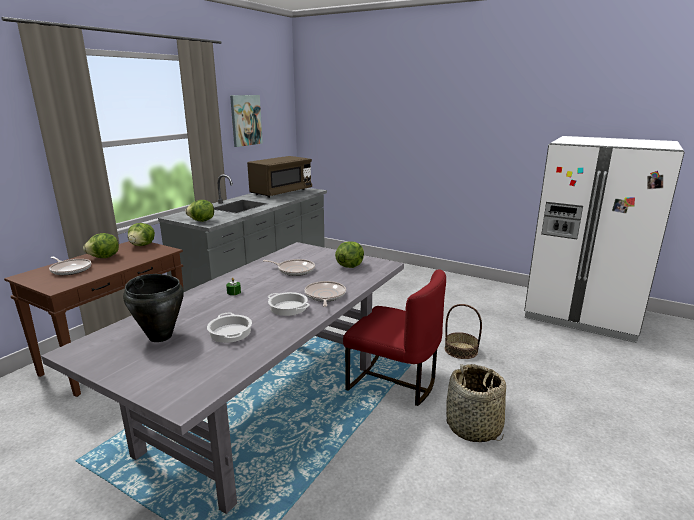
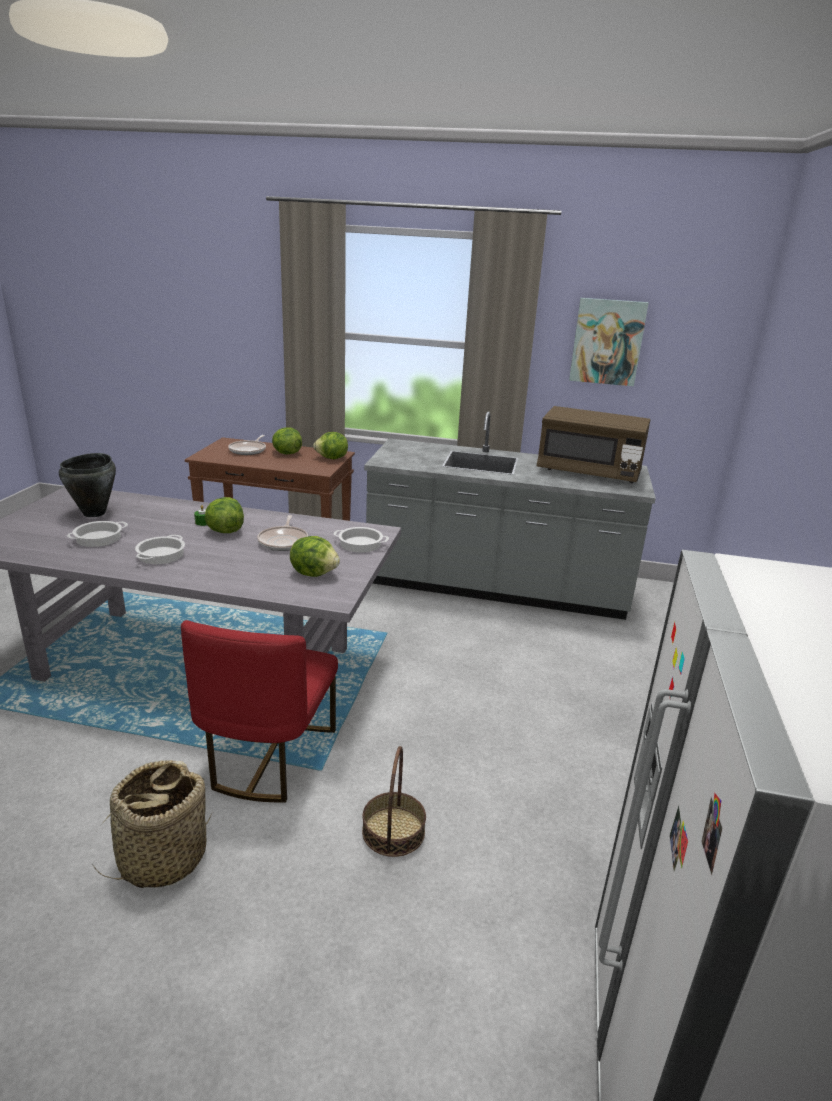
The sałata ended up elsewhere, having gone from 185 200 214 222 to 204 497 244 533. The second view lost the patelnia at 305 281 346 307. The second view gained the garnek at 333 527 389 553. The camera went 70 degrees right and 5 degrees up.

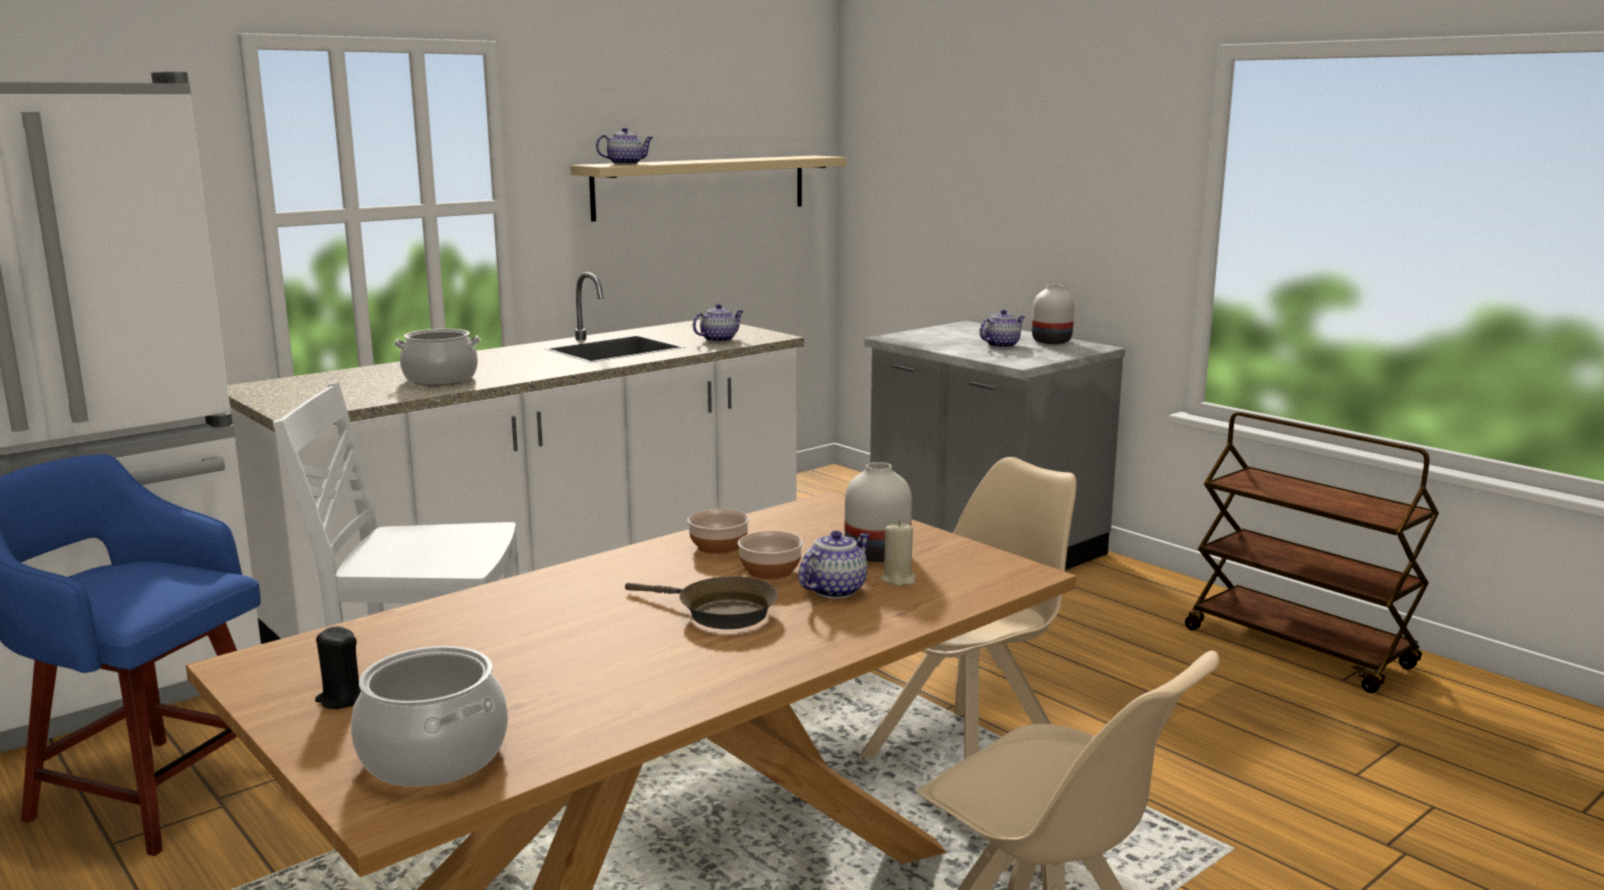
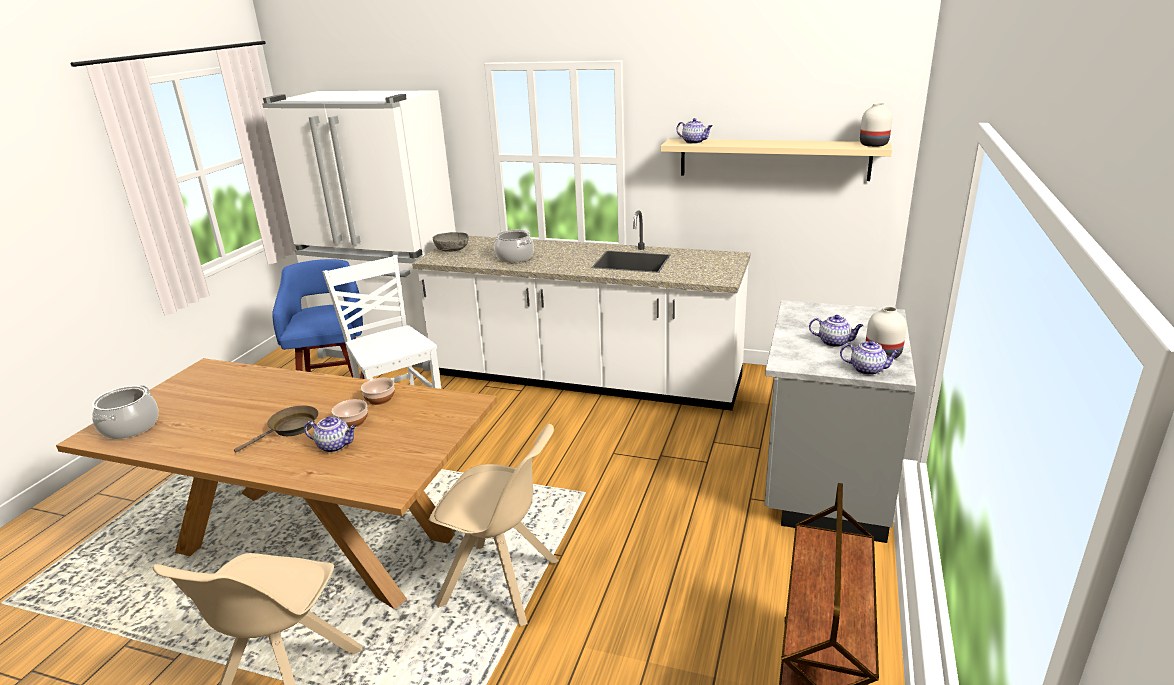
The second view lost the świeca (czarny) at 315 626 361 709. The patelnia (brązowy) at 625 576 778 629 ended up facing another way, 135 degrees counterclockwise from before. The imbryk ended up elsewhere, having gone from 693 304 743 342 to 840 340 900 375. The wazon (biały) ended up elsewhere, having gone from 845 462 912 562 to 860 103 892 147. The second view lost the świeca (beżowy) at 881 521 916 586. The second view gained the miska (szary) at 433 232 469 252. The camera went 60 degrees right and 10 degrees up.

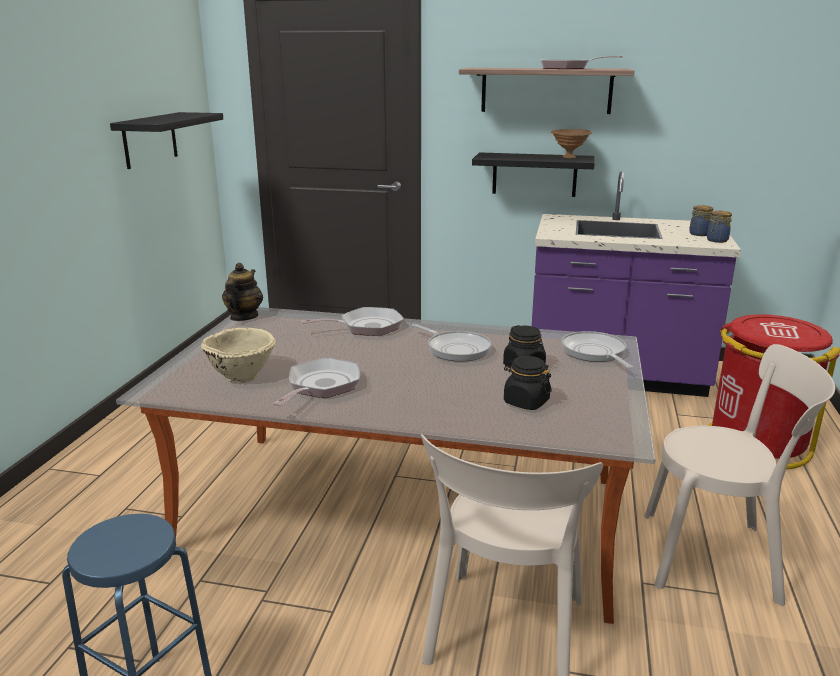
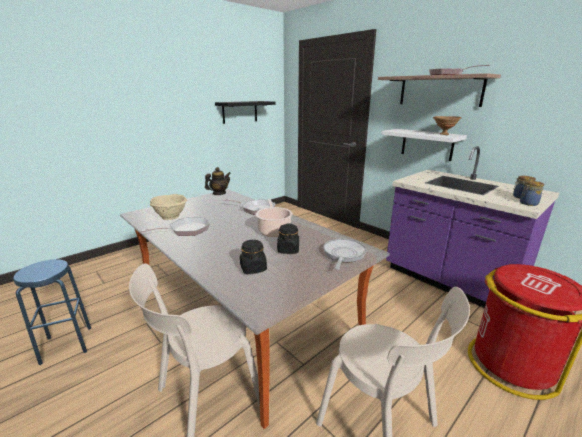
Where the patelnia stood at 412 324 492 362, the garnek came to stand at 256 199 293 237. What was the półka (czarny) at 472 152 595 197 turned into the półka (biały) at 381 129 467 161. The camera went 35 degrees right and 0 degrees up.

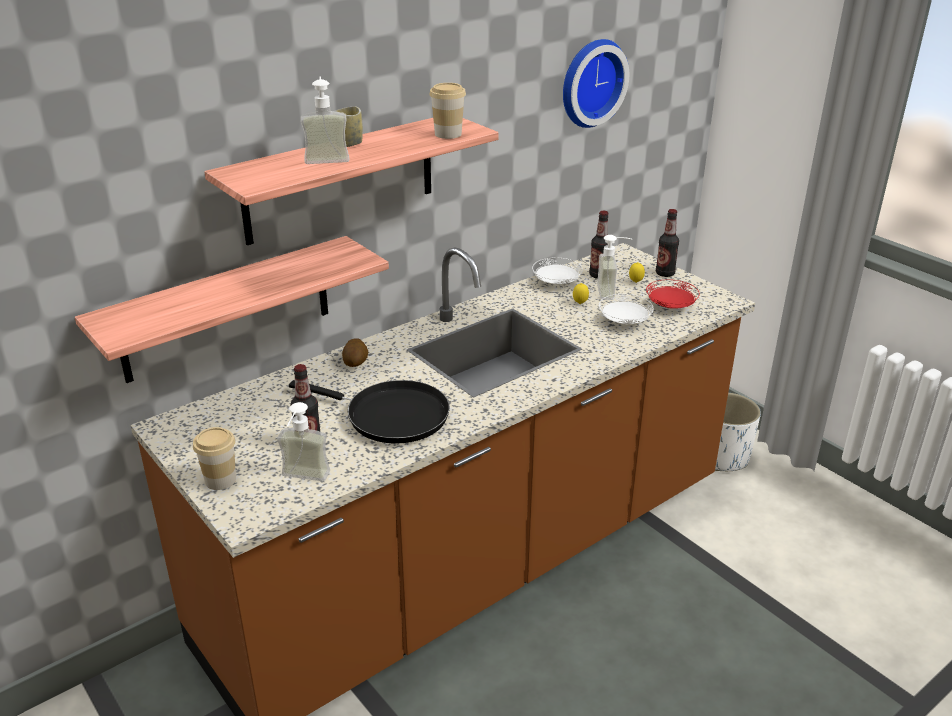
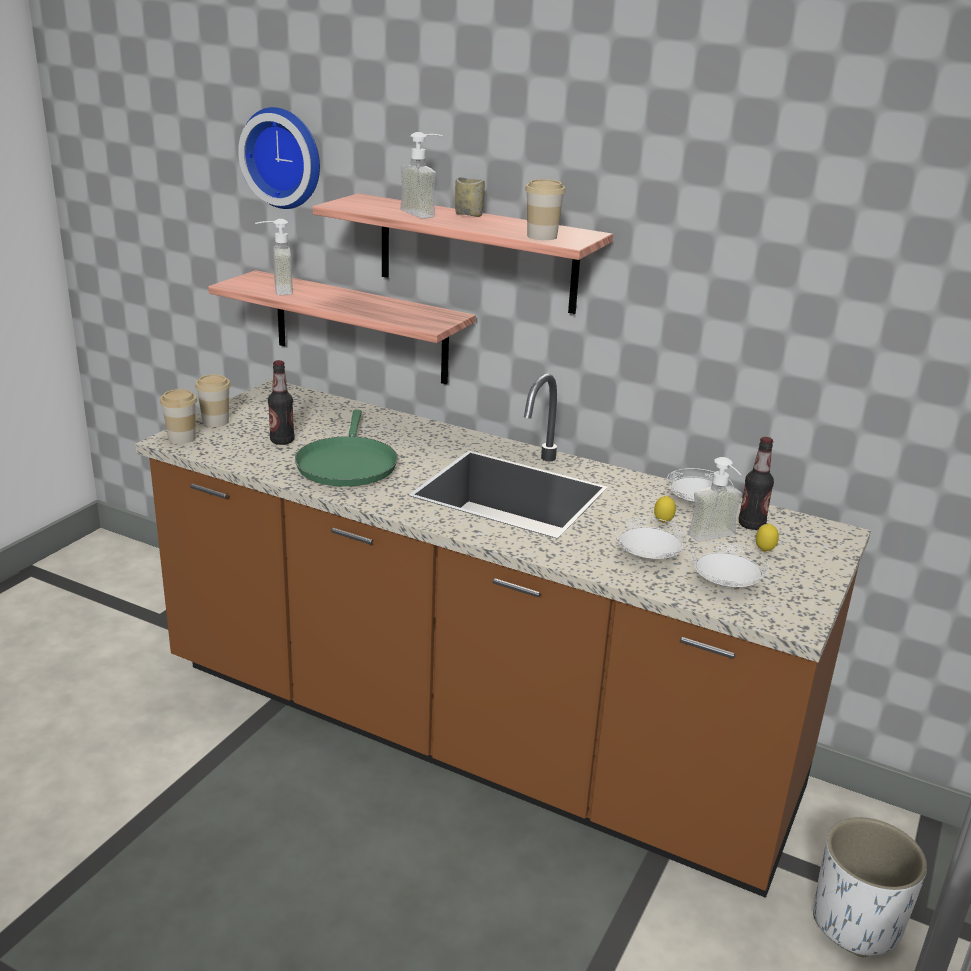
The dozownik mydła ended up elsewhere, having gone from 277 402 330 481 to 255 219 293 295. What was the patelnia (czarny) at 289 380 450 444 turned into the patelnia (zielony) at 295 410 398 487. The second view lost the ziemniak at 342 338 368 367. The zegar ścienny ended up elsewhere, having gone from 563 39 629 128 to 238 107 320 209. What was the talerz (czerwony) at 646 279 700 309 turned into the talerz (biały) at 691 542 769 587. The second view lost the butelka at 656 209 679 277. The second view gained the filiżanka at 160 389 197 444. The camera went 65 degrees right and 5 degrees down.

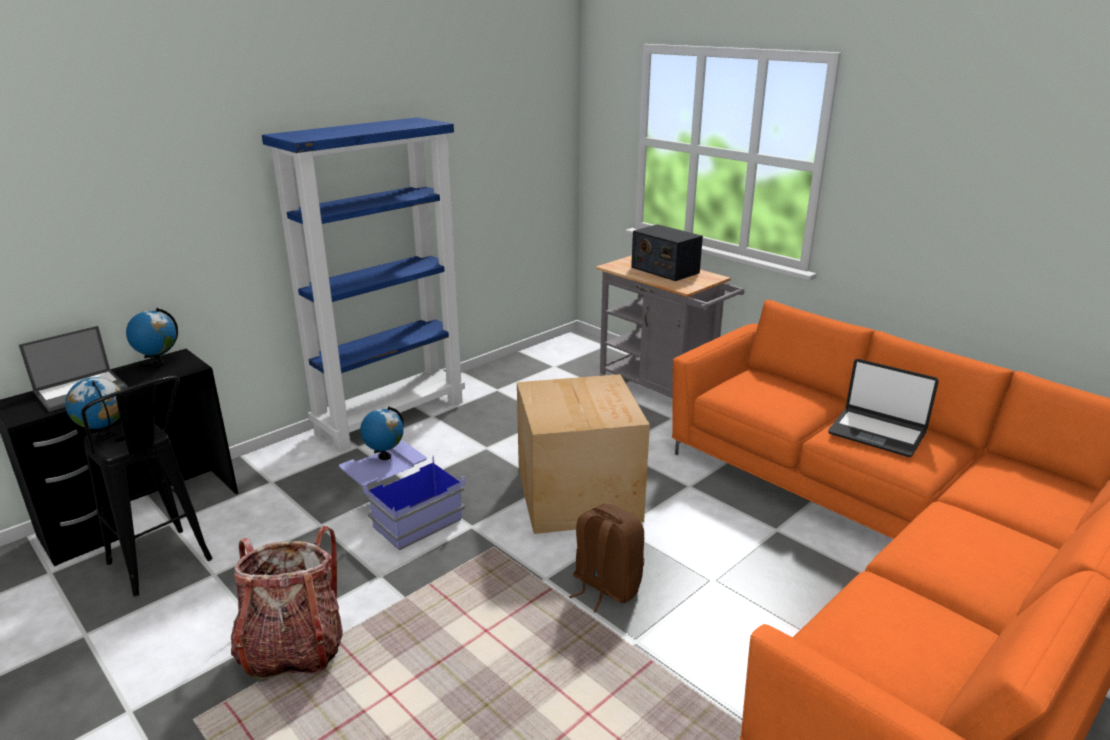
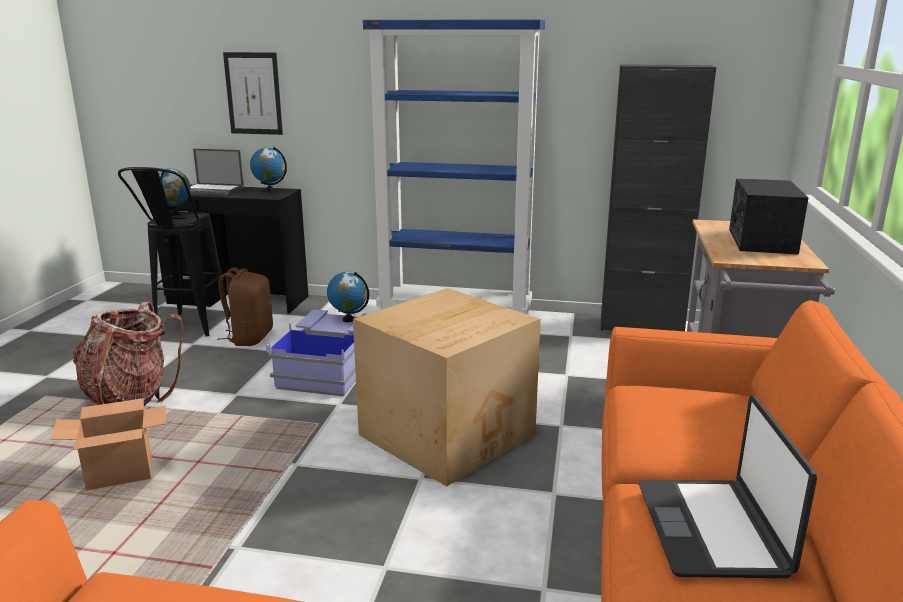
The plecak (brązowy) ended up elsewhere, having gone from 569 504 644 613 to 217 268 273 346. The second view gained the karton at 51 398 166 491. The second view gained the obraz at 223 52 283 135. The second view gained the szafka (czarny) at 601 64 716 331. The camera went 55 degrees right and 5 degrees down.

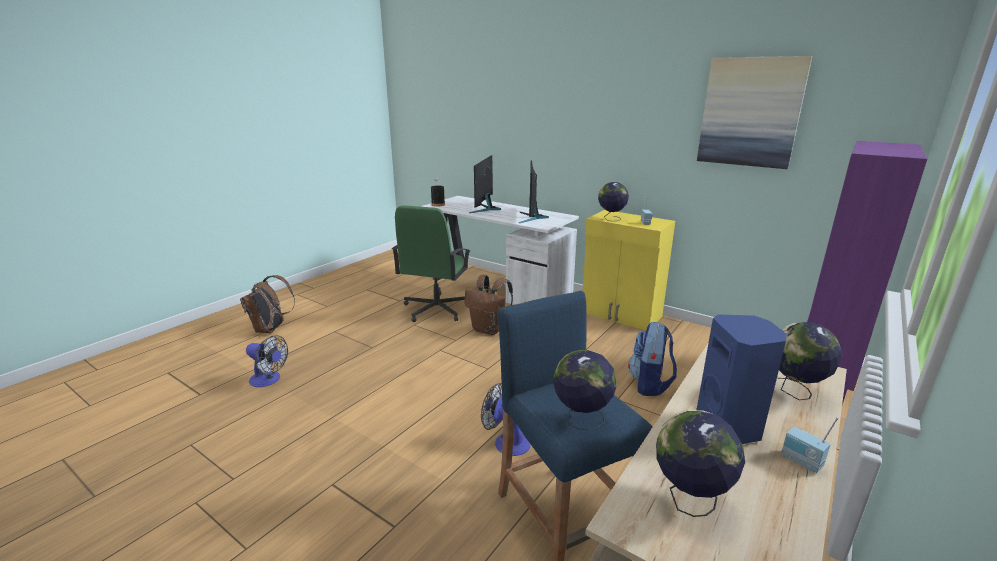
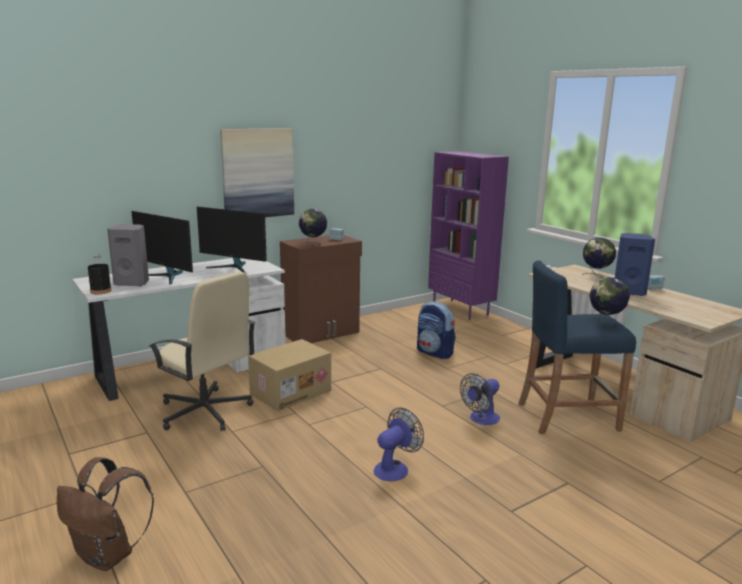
The wentylator ended up elsewhere, having gone from 246 335 288 387 to 373 407 424 481. What was the krzesło biurowe (zielony) at 392 206 470 322 turned into the krzesło biurowe (beżowy) at 149 272 255 431. Where the plecak (brązowy) stood at 465 274 513 335, the karton came to stand at 248 339 331 411. What was the szafka (żółty) at 583 210 675 330 turned into the szafka (brązowy) at 280 235 362 343. The second view lost the globus at 656 410 745 517. The obraz ended up elsewhere, having gone from 697 56 812 169 to 220 128 294 217. The second view gained the głośnik (szary) at 107 224 149 286. The camera went 70 degrees left and 5 degrees down.

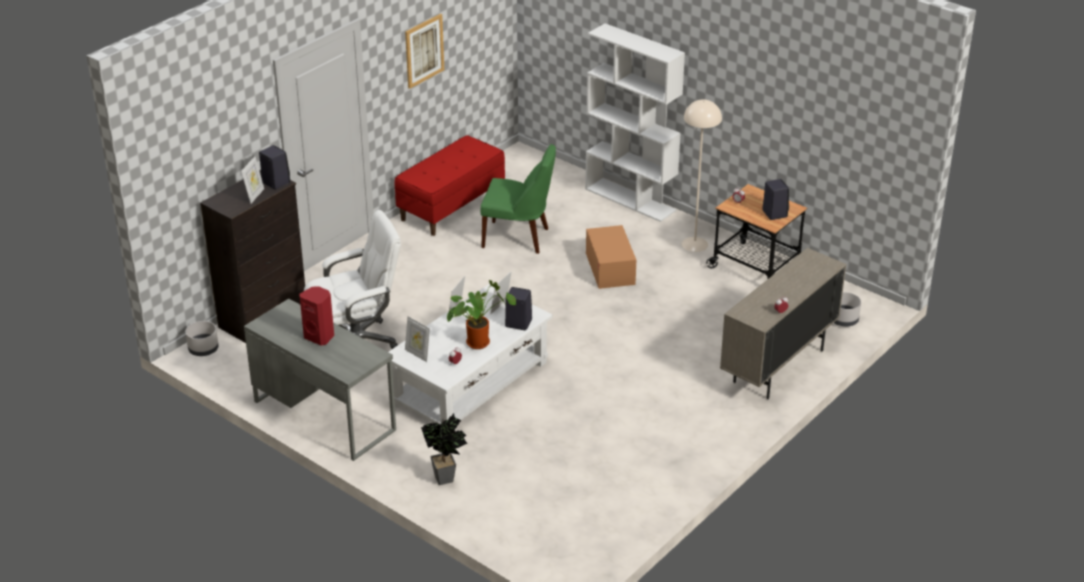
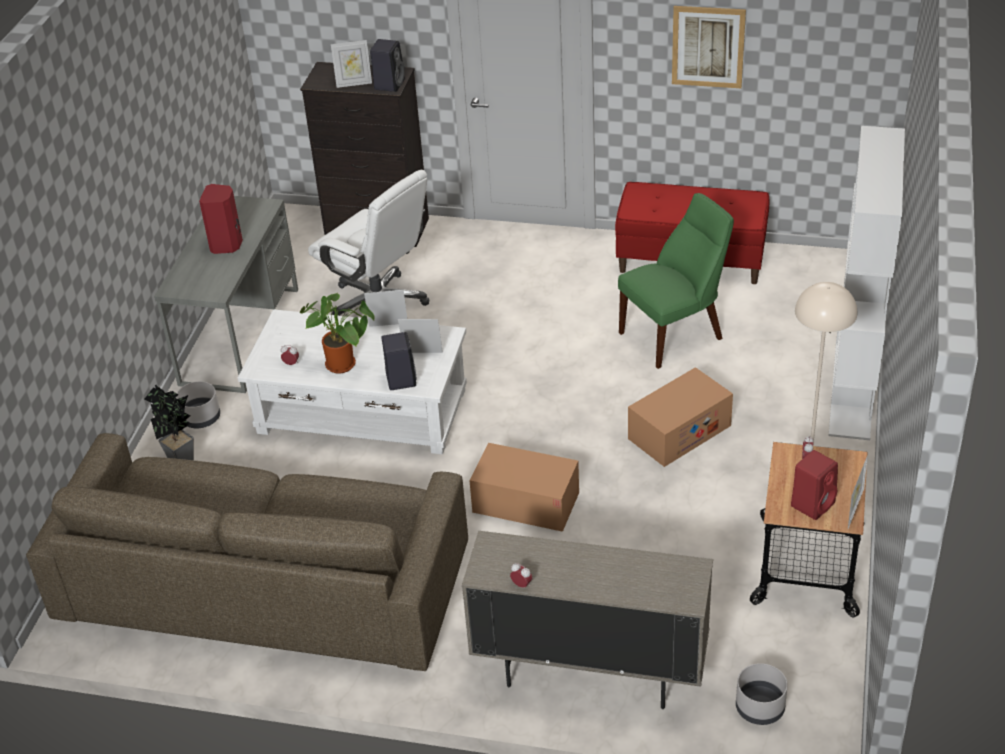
The donica (szary) ended up elsewhere, having gone from 185 321 219 356 to 176 381 220 428. The ramka na zdjęcie ended up elsewhere, having gone from 405 316 430 362 to 848 456 868 529. The krzesło (zielony) at 481 144 556 254 ended up facing another way, 105 degrees counterclockwise from before. What was the głośnik (czarny) at 762 179 789 220 turned into the głośnik (czerwony) at 791 450 838 520. The second view gained the kanapa (brązowy) at 26 433 468 671. The second view gained the karton at 469 443 579 532. The camera went 65 degrees right and 5 degrees up.

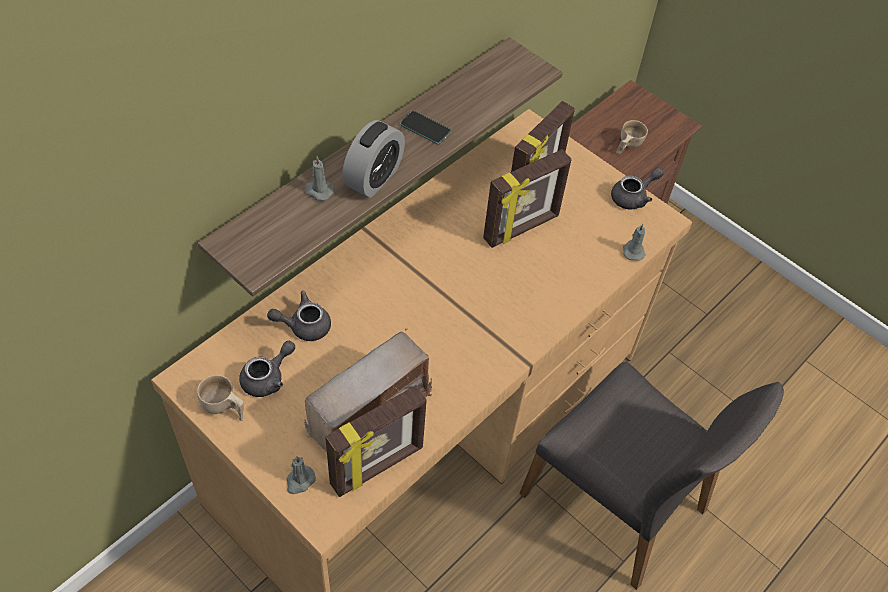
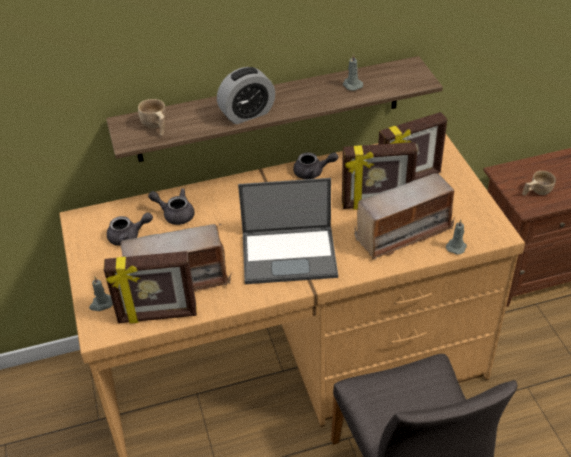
The filiżanka (beżowy) ended up elsewhere, having gone from 197 375 244 421 to 138 99 165 136. The świeca (szary) ended up elsewhere, having gone from 305 156 334 201 to 343 53 363 91. The second view lost the telefon at 400 111 451 144. The imbryk (szary) ended up elsewhere, having gone from 611 167 664 209 to 293 152 338 179. The second view gained the laptop at 238 178 338 284. The second view gained the radio at 354 172 455 259. The camera went 35 degrees right and 10 degrees down.

